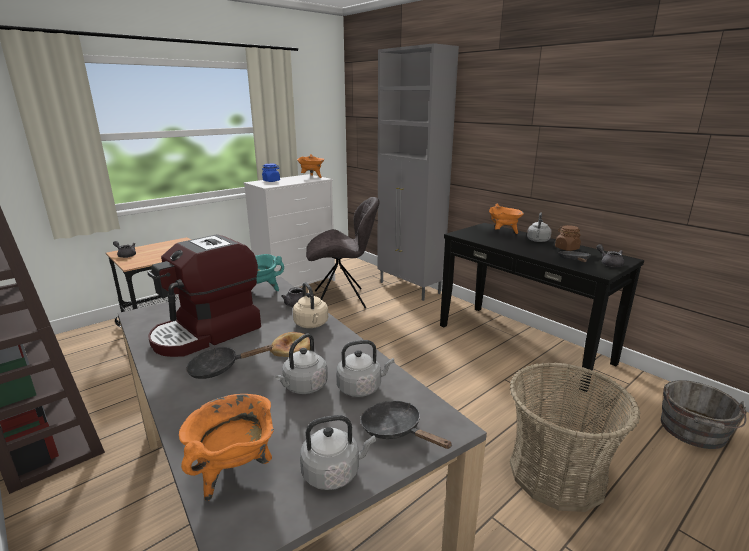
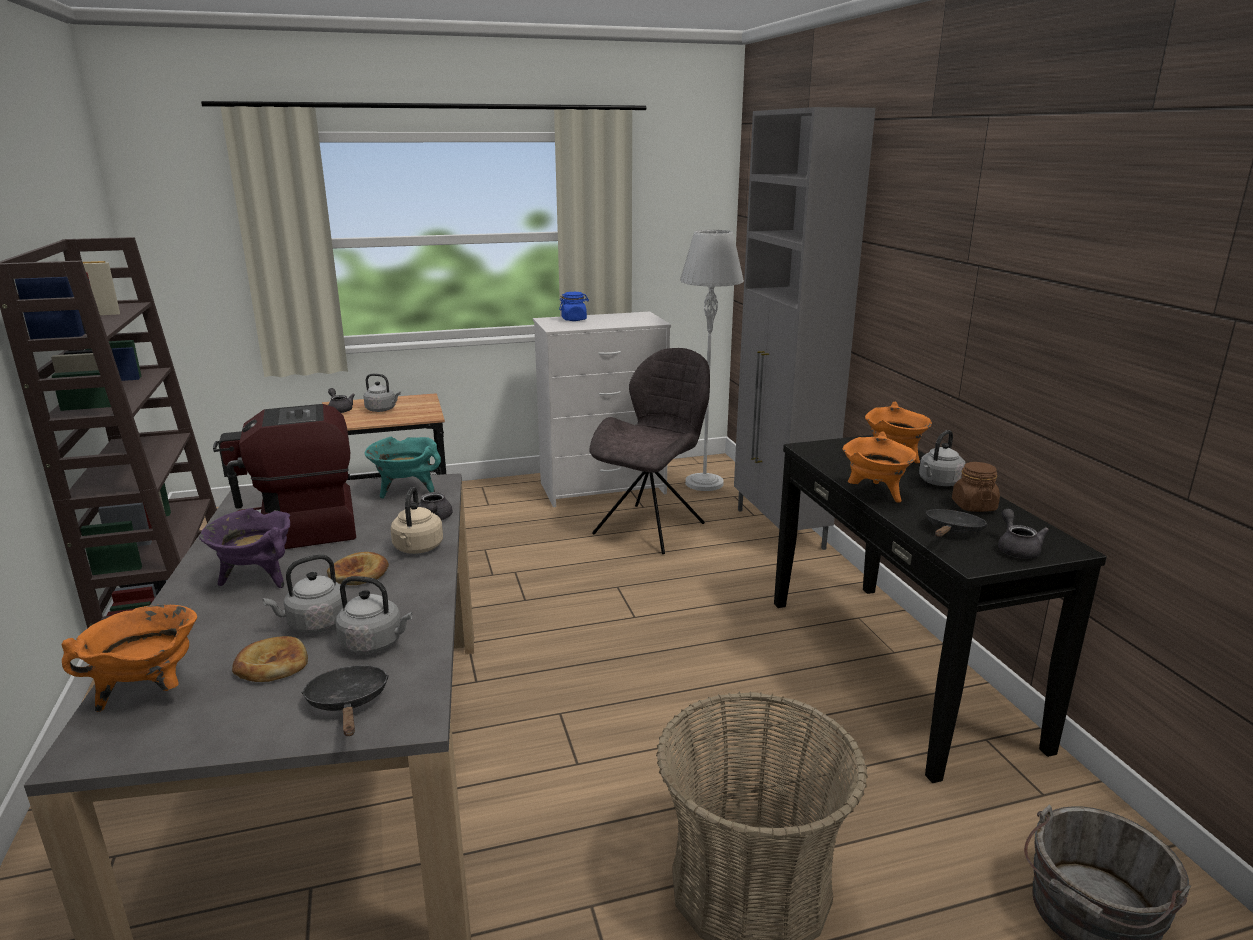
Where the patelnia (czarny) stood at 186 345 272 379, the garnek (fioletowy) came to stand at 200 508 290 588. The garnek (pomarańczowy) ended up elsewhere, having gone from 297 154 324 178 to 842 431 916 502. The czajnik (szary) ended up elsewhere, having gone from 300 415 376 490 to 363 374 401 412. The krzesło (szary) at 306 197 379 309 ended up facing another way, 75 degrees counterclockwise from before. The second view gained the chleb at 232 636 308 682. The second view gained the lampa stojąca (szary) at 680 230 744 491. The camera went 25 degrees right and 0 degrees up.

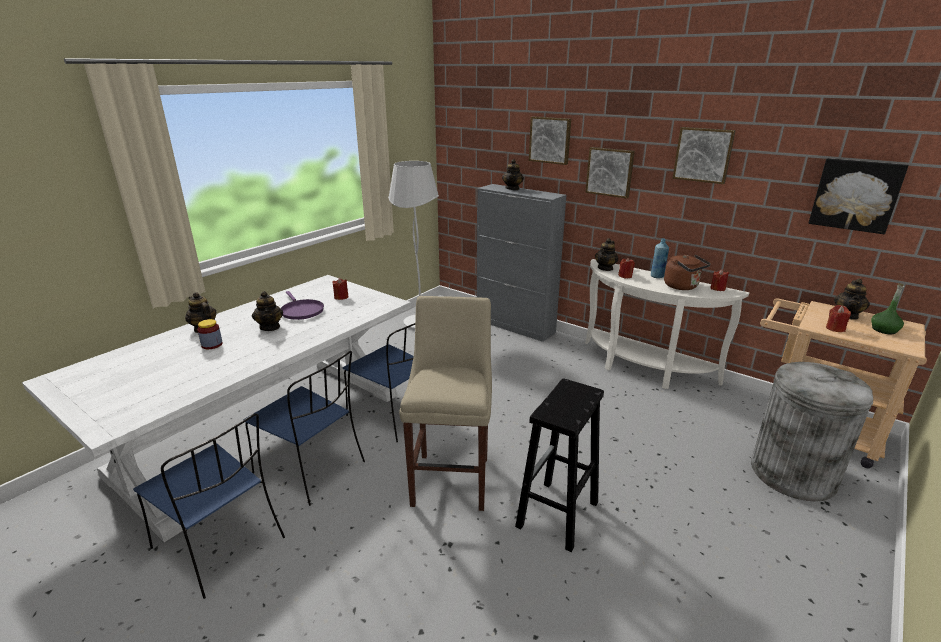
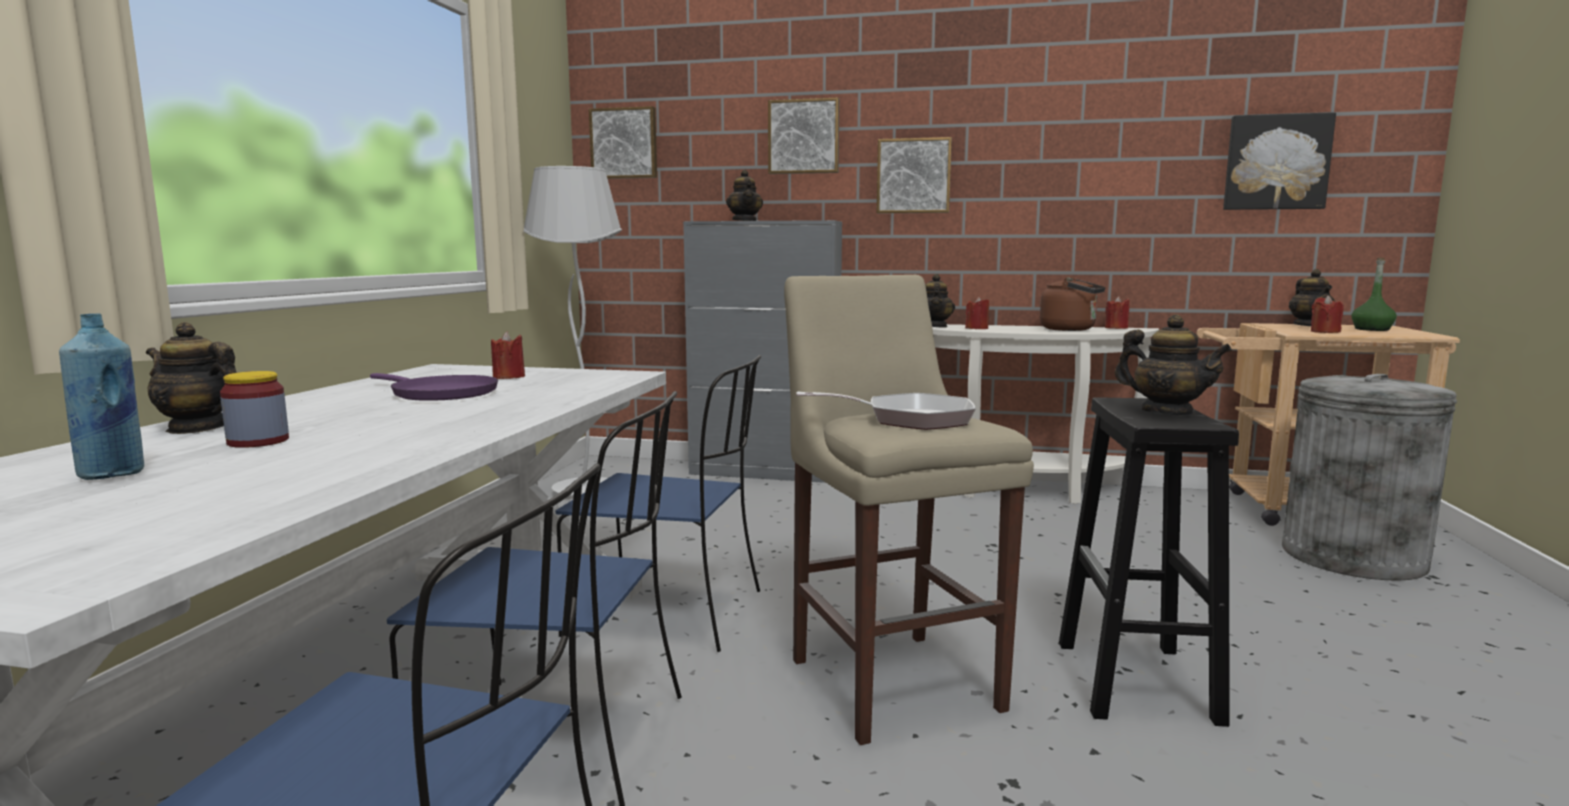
The imbryk ended up elsewhere, having gone from 252 291 283 331 to 1115 314 1232 416. The butelka (niebieski) ended up elsewhere, having gone from 651 238 669 278 to 59 314 144 480. The obraz ended up elsewhere, having gone from 673 127 736 184 to 589 106 657 179. The second view gained the patelnia at 796 392 976 430. The camera went 25 degrees left and 15 degrees down.

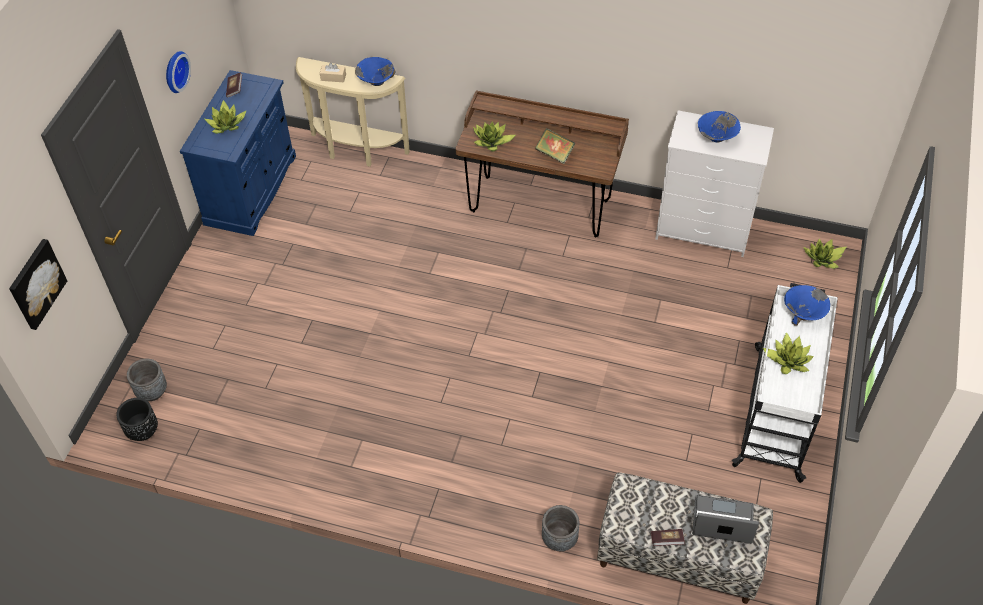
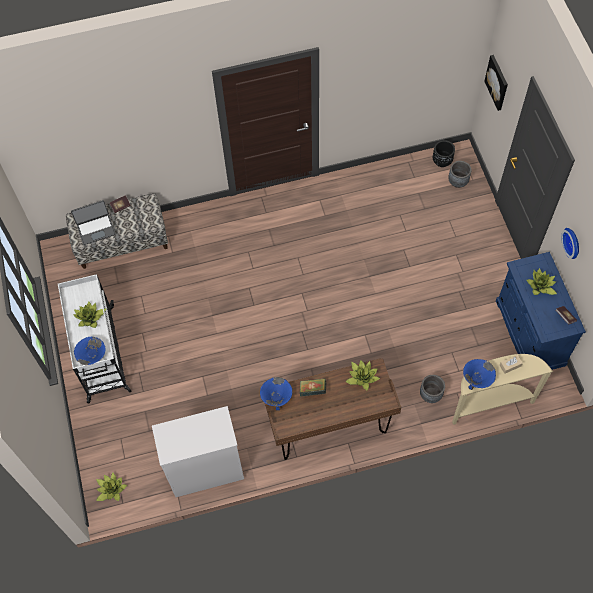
The donica (szary) ended up elsewhere, having gone from 542 505 579 551 to 420 375 445 403. The miska (niebieski) ended up elsewhere, having gone from 698 111 741 142 to 260 377 292 411. The camera went 150 degrees right and 10 degrees up.

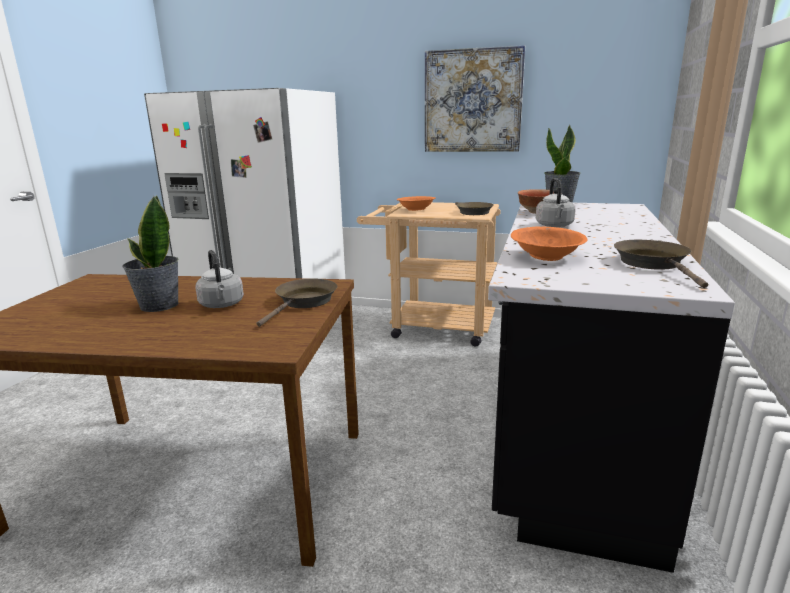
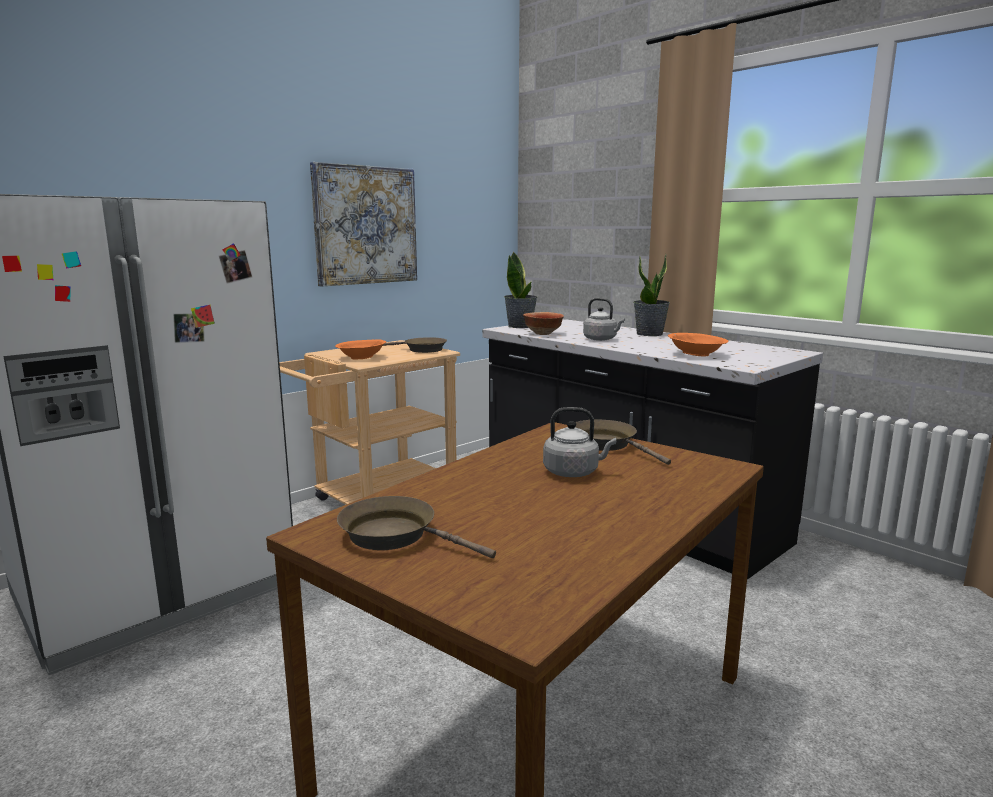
The roślina doniczkowa ended up elsewhere, having gone from 122 195 179 312 to 633 254 670 336. The patelnia (brązowy) ended up elsewhere, having gone from 614 240 708 288 to 337 496 496 558. The camera went 60 degrees left and 5 degrees down.

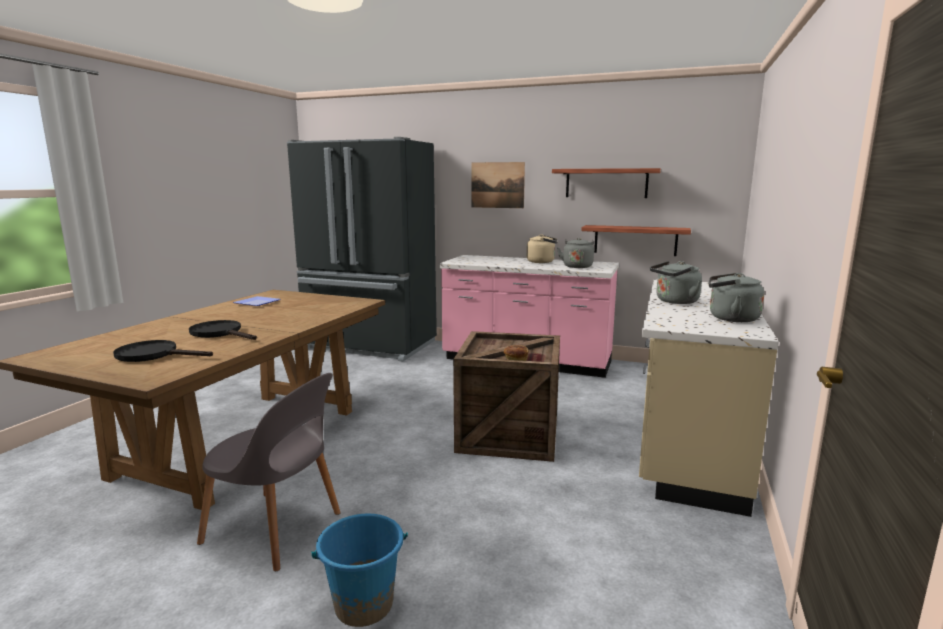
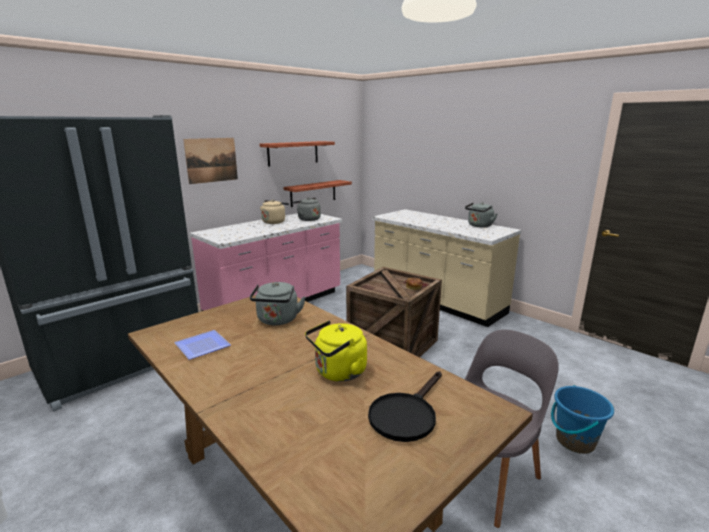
Where the patelnia (czarny) stood at 189 320 257 340, the czajnik (żółty) came to stand at 305 320 367 382. The czajnik (szary) ended up elsewhere, having gone from 650 261 702 304 to 250 282 305 325. The camera went 65 degrees left and 5 degrees up.

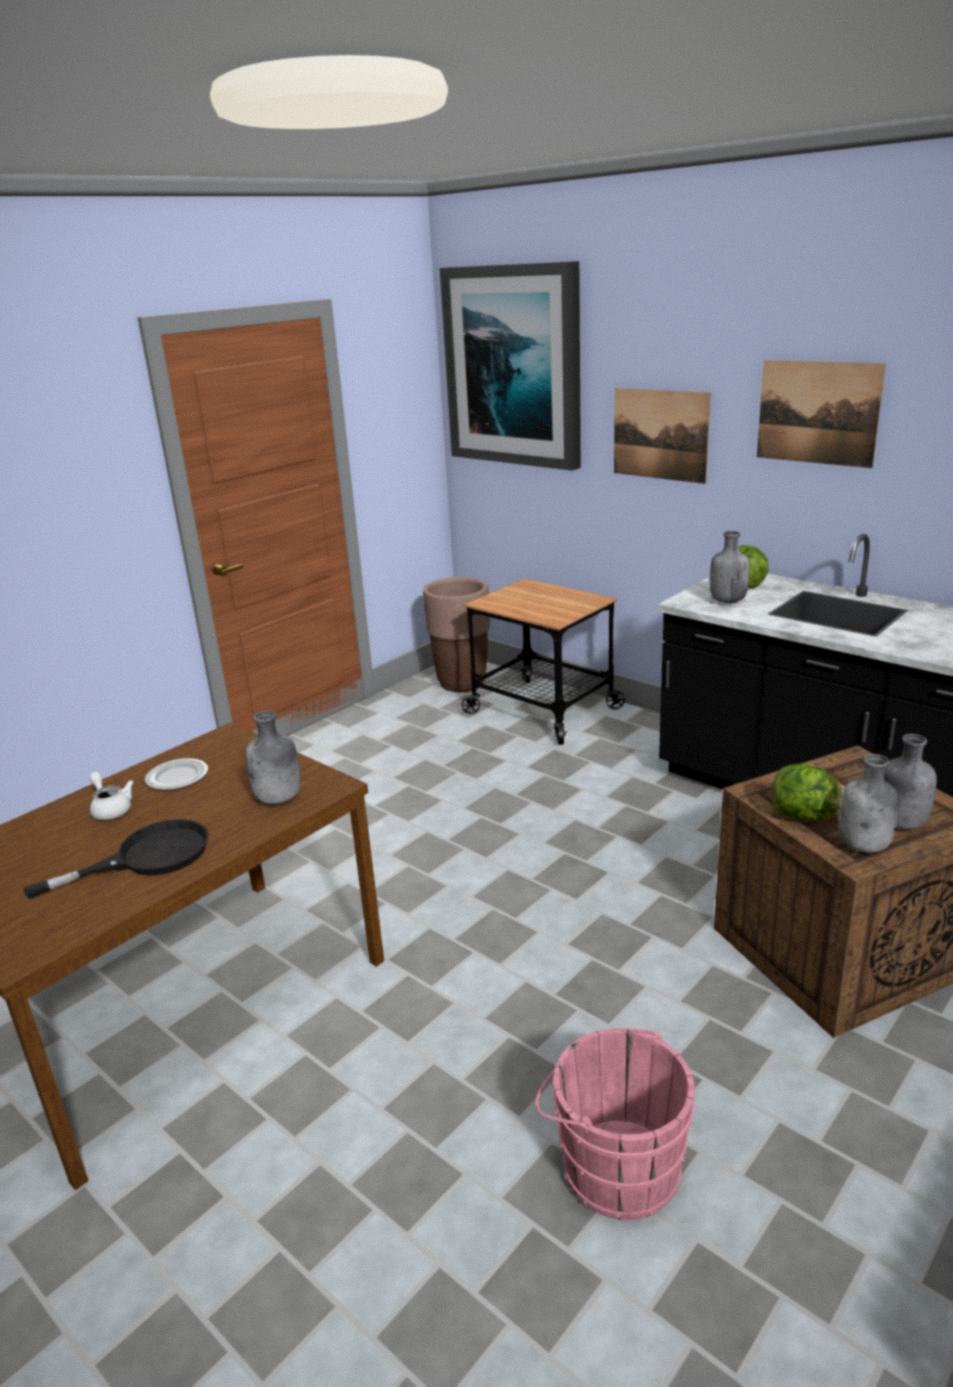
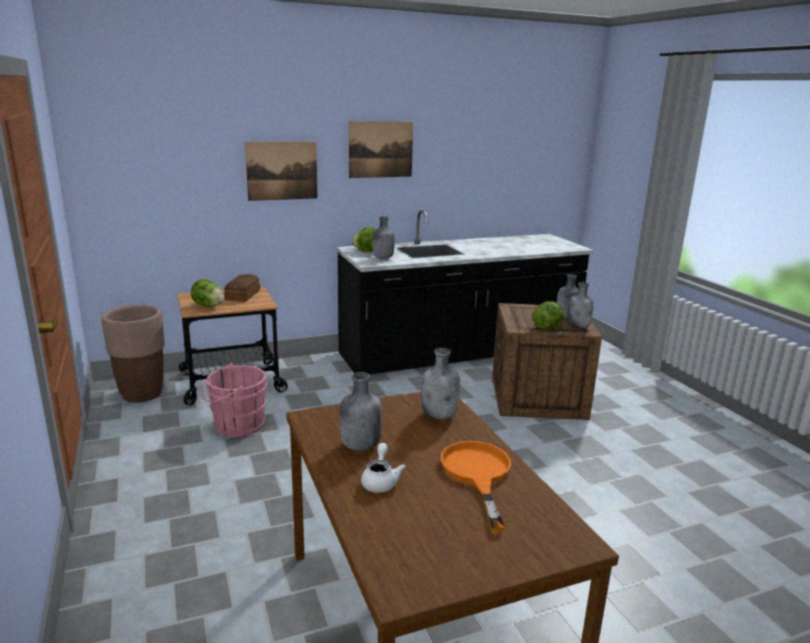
What was the patelnia (czarny) at 24 819 209 899 turned into the patelnia (pomarańczowy) at 441 441 511 531. The imbryk (biały) at 89 772 134 820 ended up facing another way, 105 degrees clockwise from before. Where the talerz stood at 145 758 208 790, the butelka (szary) came to stand at 340 372 382 451. The second view lost the obraz at 440 261 581 471. The wiadro (różowy) ended up elsewhere, having gone from 535 1028 695 1220 to 201 363 267 437. The second view gained the sałata at 191 279 224 307. The second view gained the chleb at 224 274 260 302. The camera went 65 degrees left and 5 degrees down.

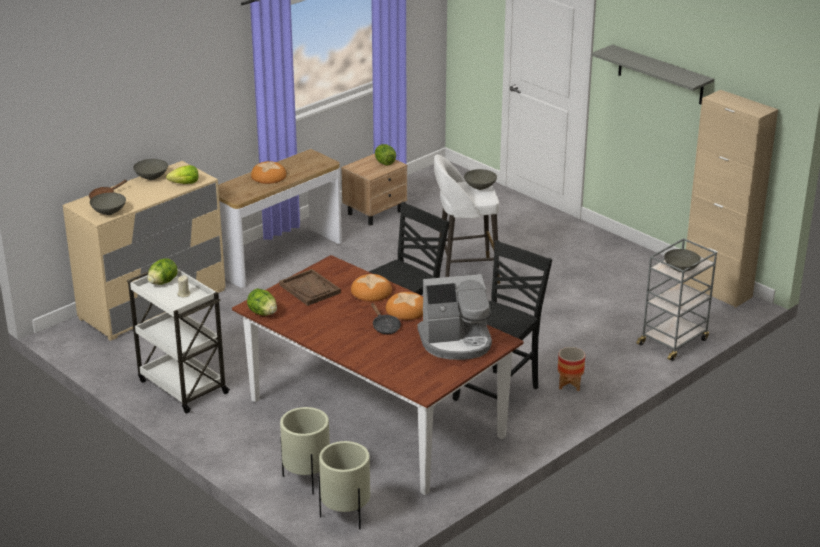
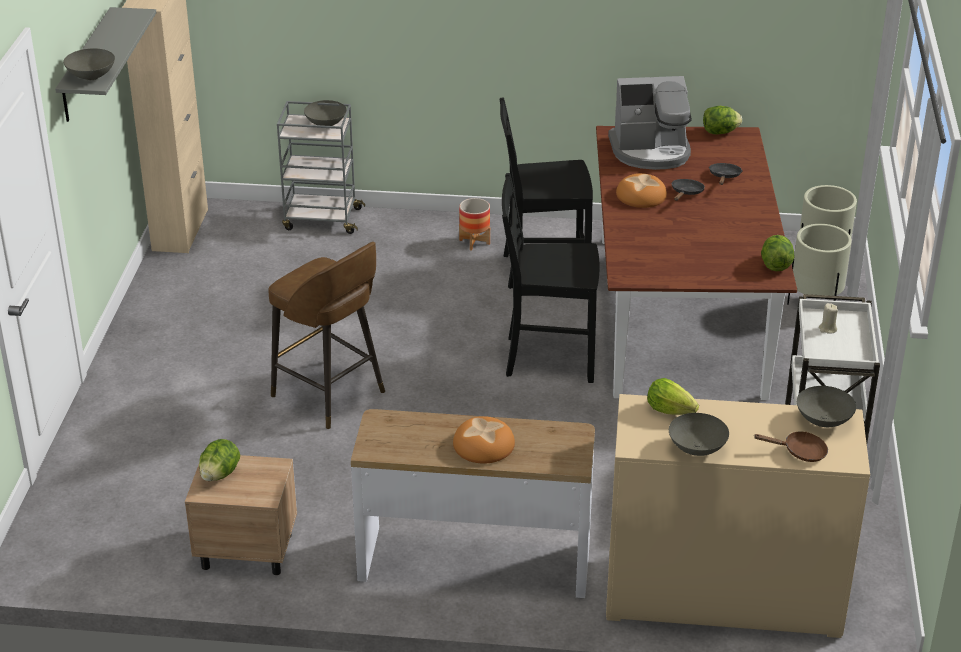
The sałata ended up elsewhere, having gone from 147 258 178 285 to 703 106 742 135. The second view lost the taca (brązowy) at 279 269 341 306. The second view lost the chleb at 351 274 392 302. The ekspres do kawy at 417 274 492 360 ended up facing another way, 135 degrees clockwise from before. What was the stołek (biały) at 434 154 500 284 turned into the stołek (brązowy) at 268 242 385 429. The miska (szary) ended up elsewhere, having gone from 464 169 497 190 to 63 48 115 80. The second view gained the patelnia (czarny) at 709 163 742 185. The camera went 130 degrees left and 5 degrees up.

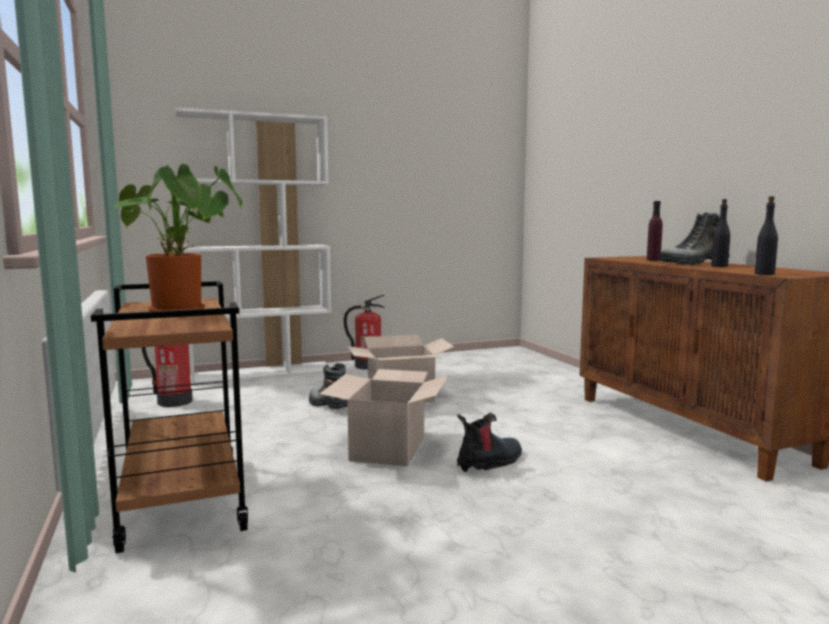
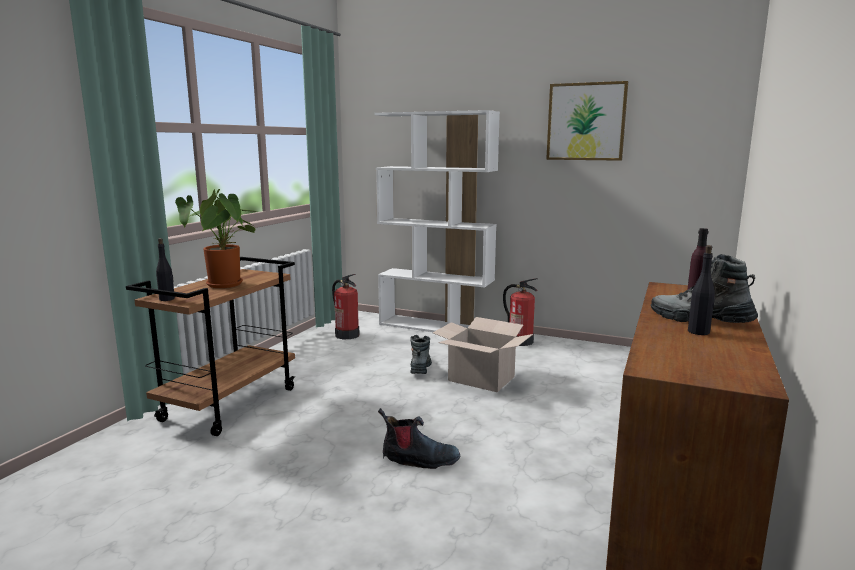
The second view lost the karton at 319 369 450 467. The butelka (czarny) ended up elsewhere, having gone from 755 196 778 275 to 156 238 175 301. The second view gained the obraz at 546 81 628 161. The camera went 45 degrees right and 5 degrees up.

